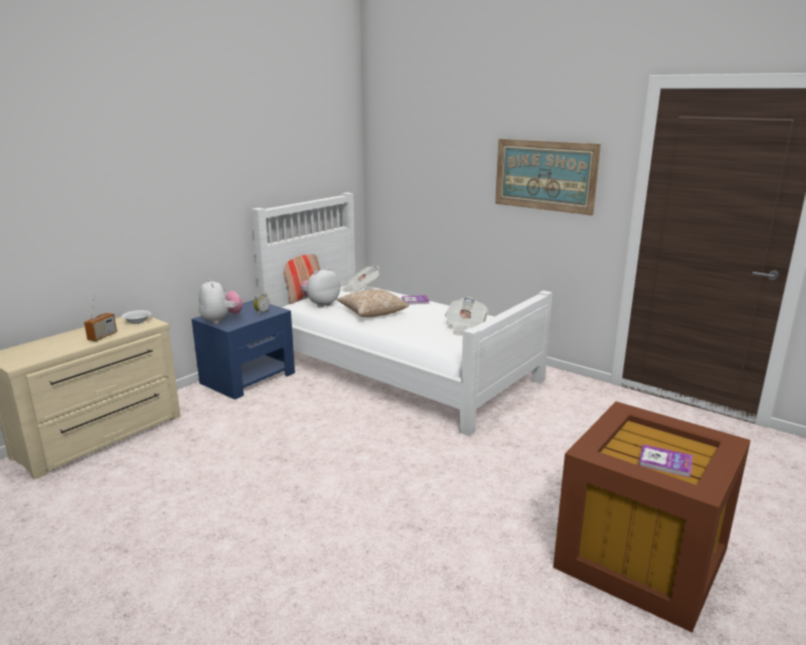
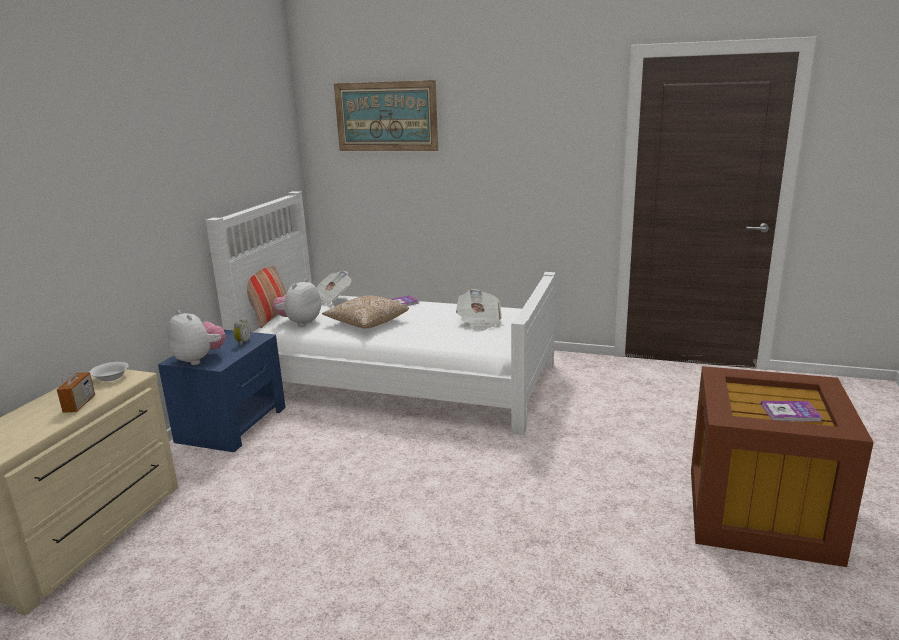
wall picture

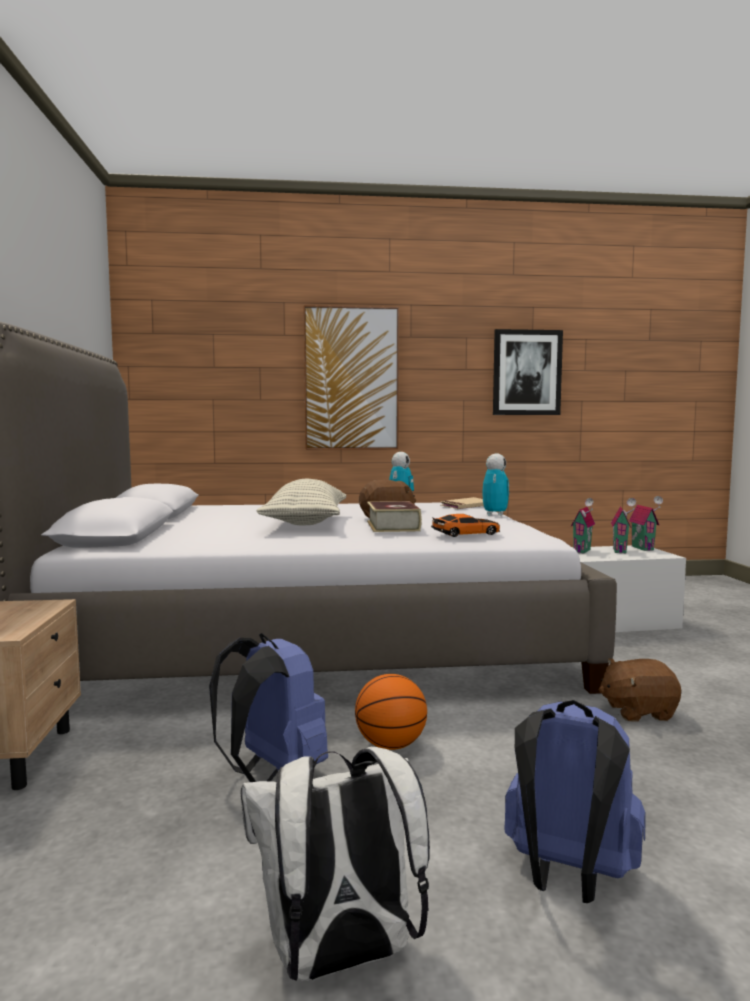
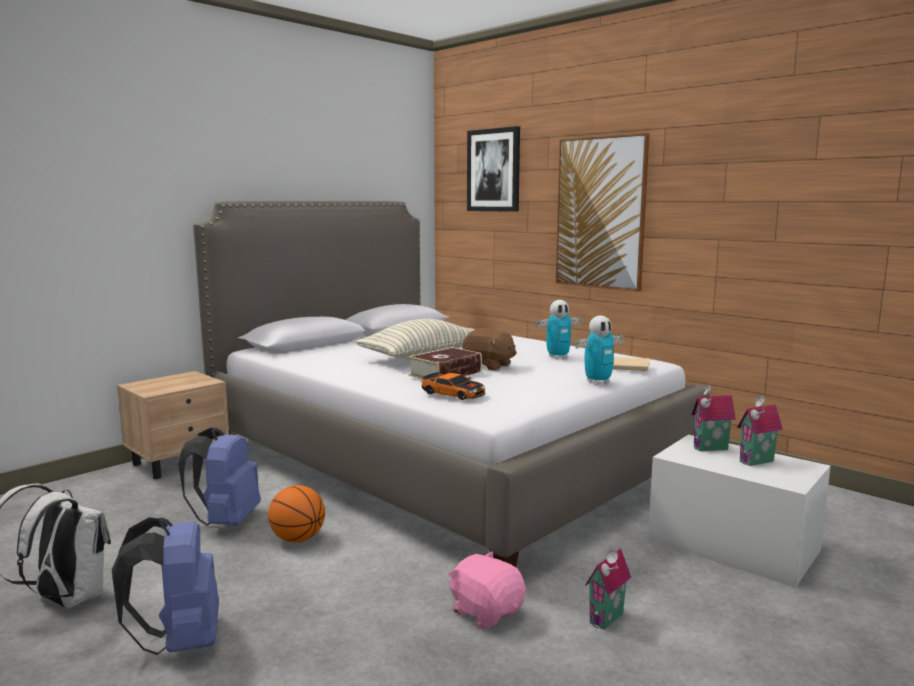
wall picture (no. 1 from left)
model house (no. 1 from left)
pink-coloured plush toy

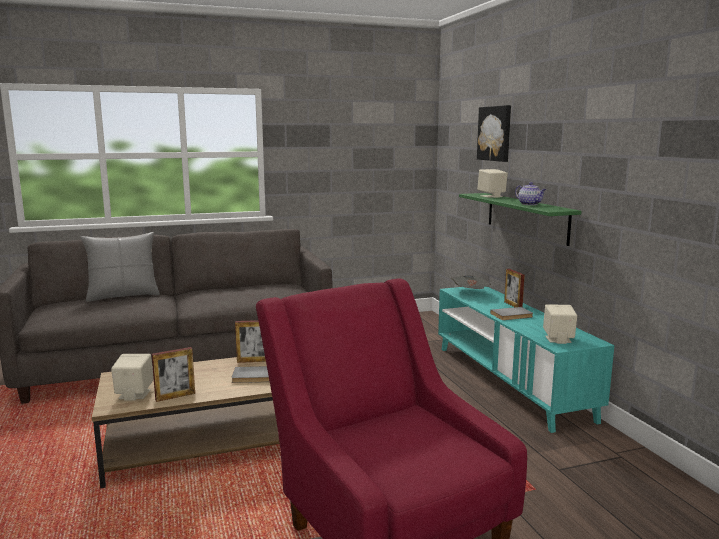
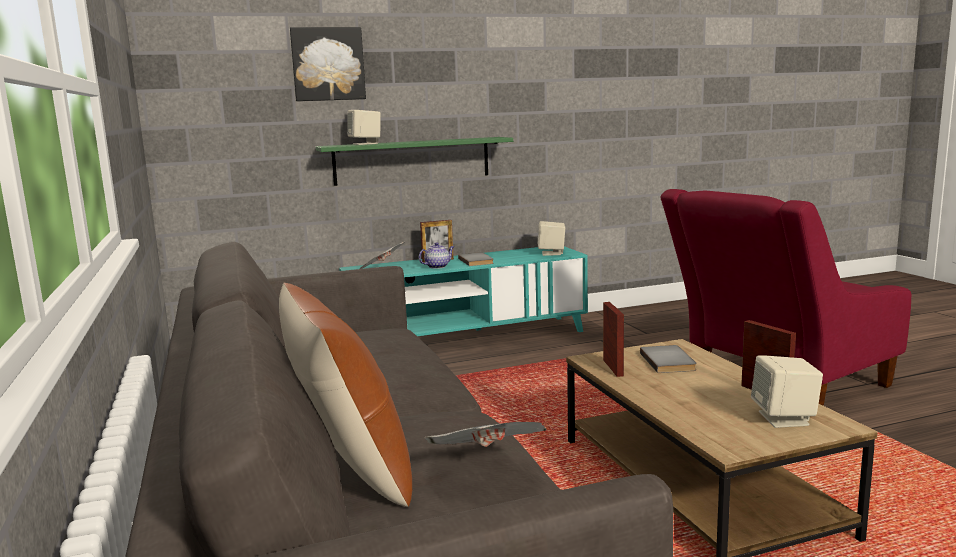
pot for tea
brown-coloured throw pillow
daily paper (no. 2 from left)

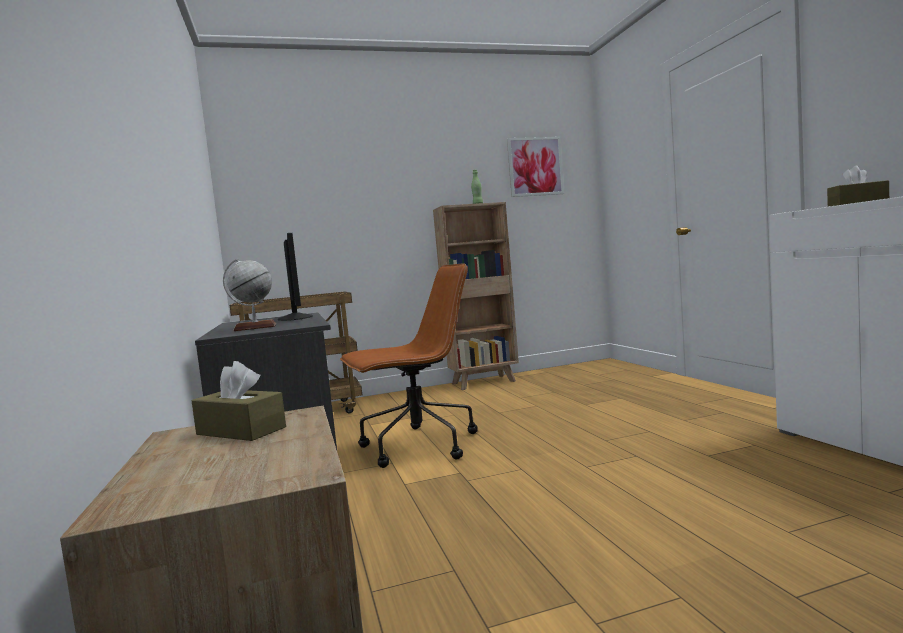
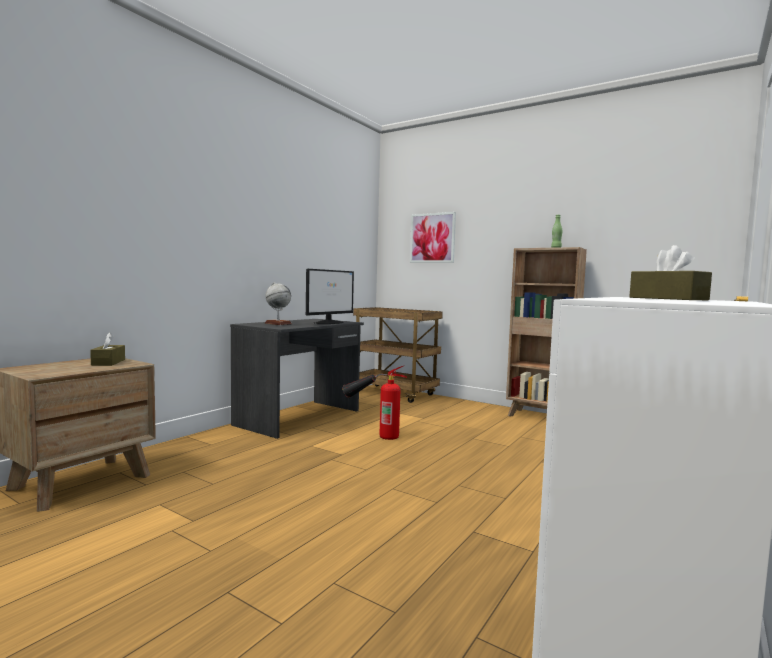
wall picture
fire-fighting cylinder

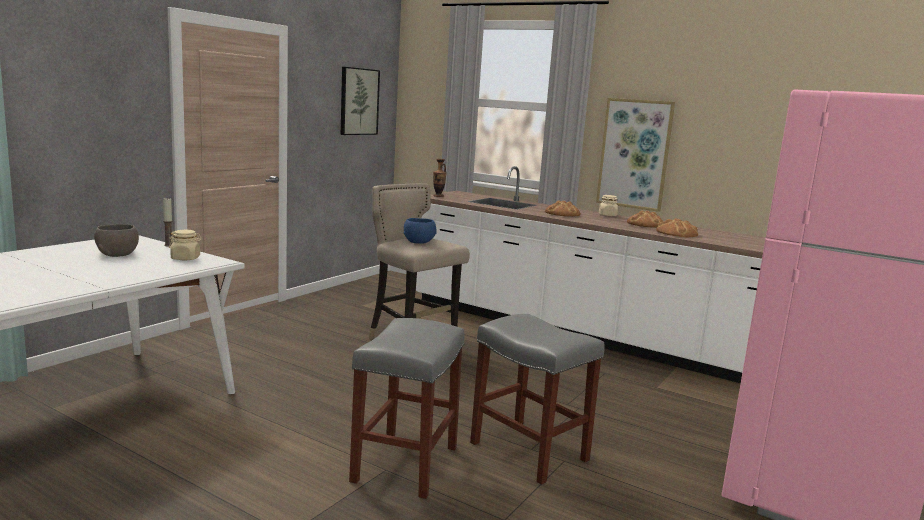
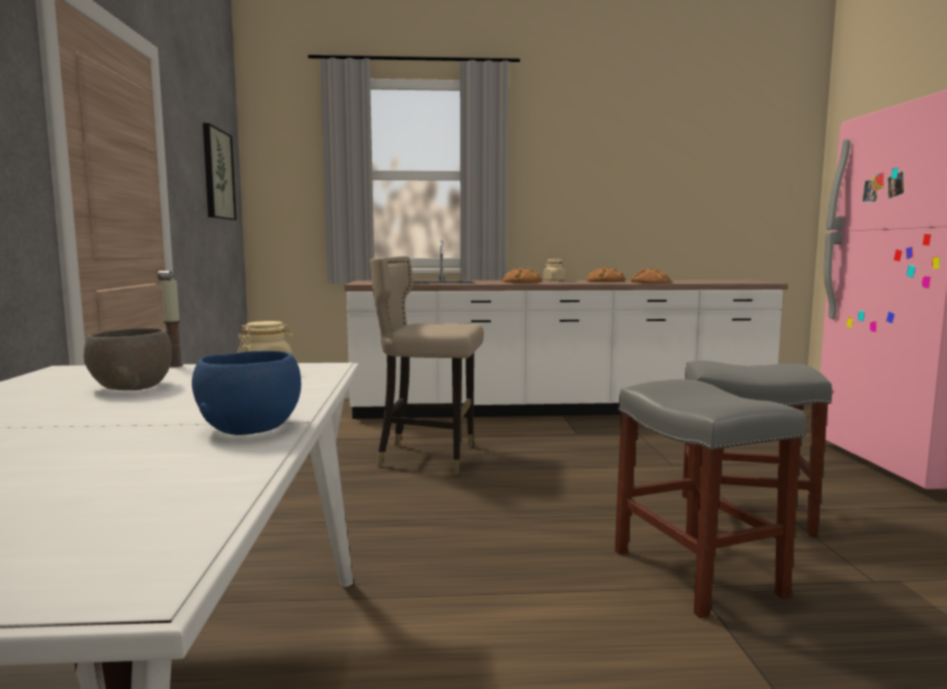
wall picture (no. 2 from left in the first image)
vase
bluish deep dish

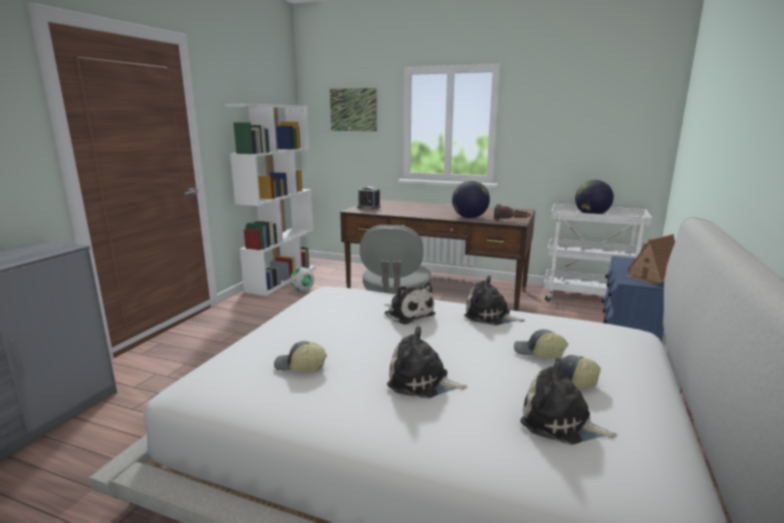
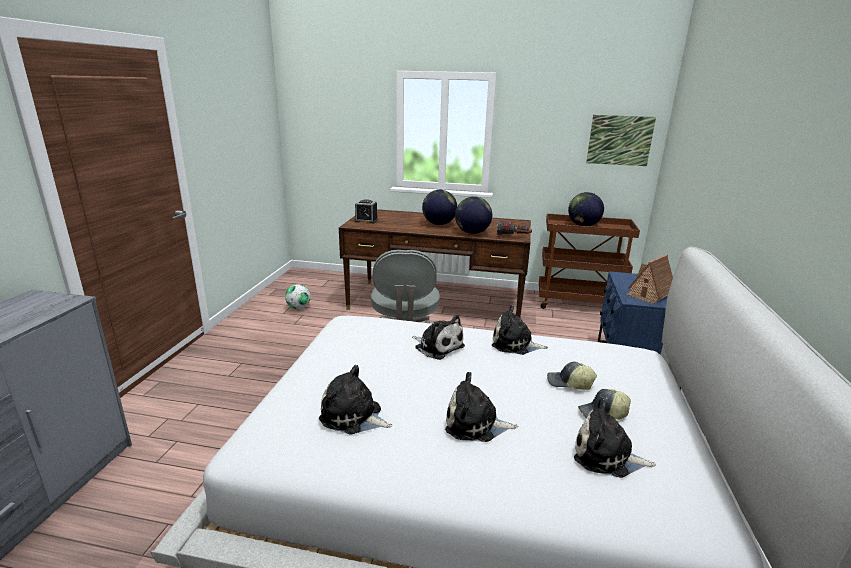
wall picture
whitish bookcase
brown-coloured cart
plush toy (no. 1 from left)
desk globe (no. 1 from left)

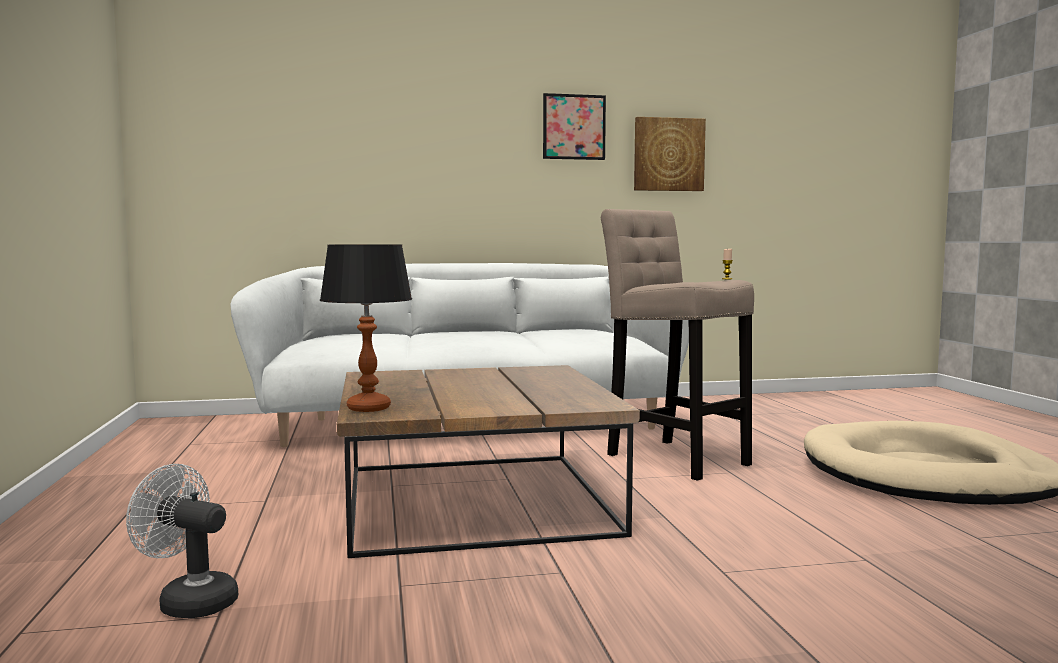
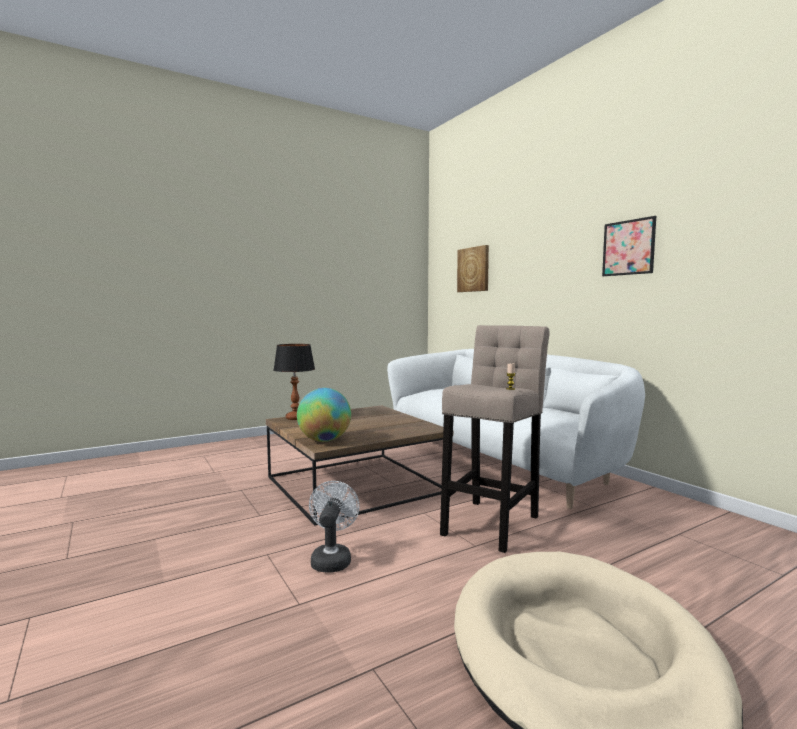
wall picture (no. 1 from left)
whitish cooling fan
desk globe

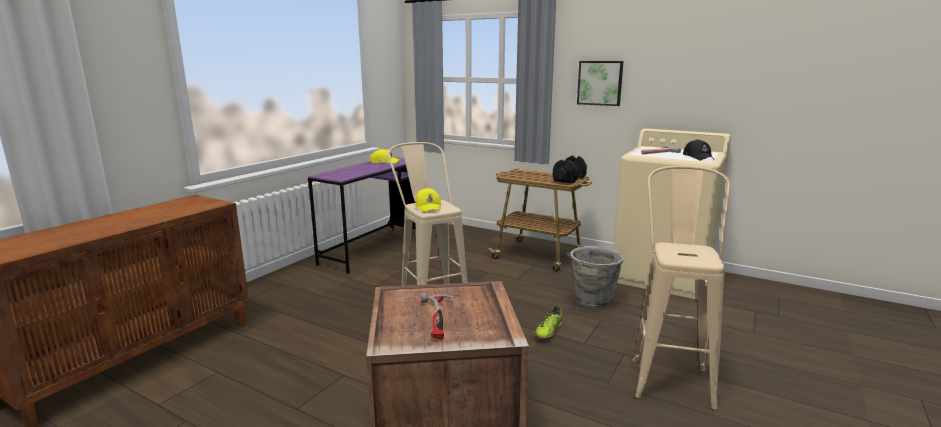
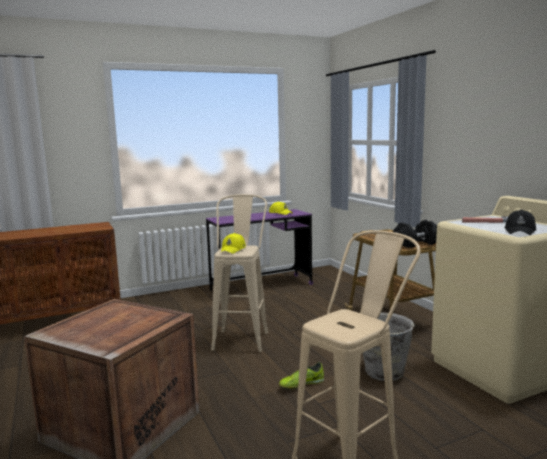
wall picture
hammer (no. 1 from left in the first image)

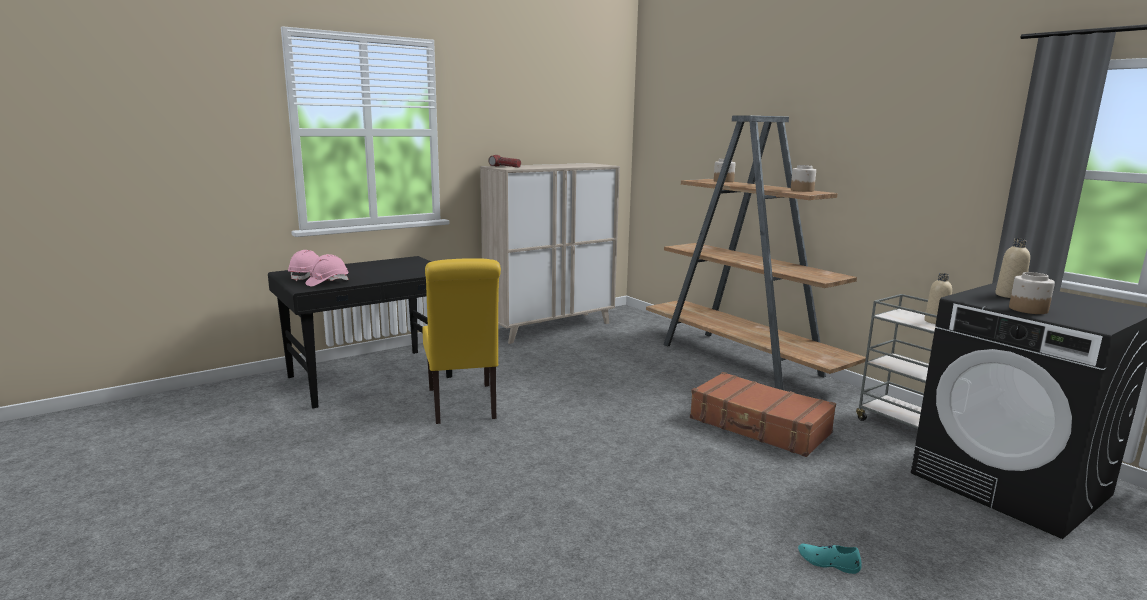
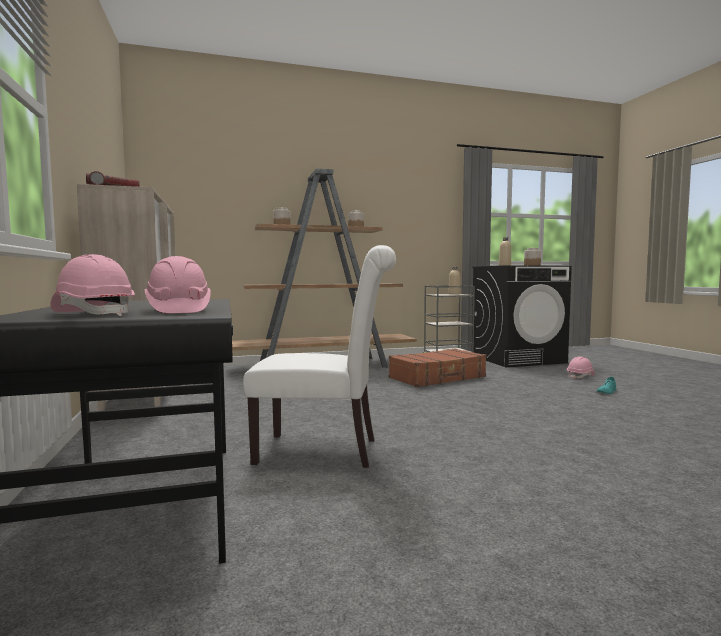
whitish plain chair
pink-coloured hard hat (no. 3 from left)

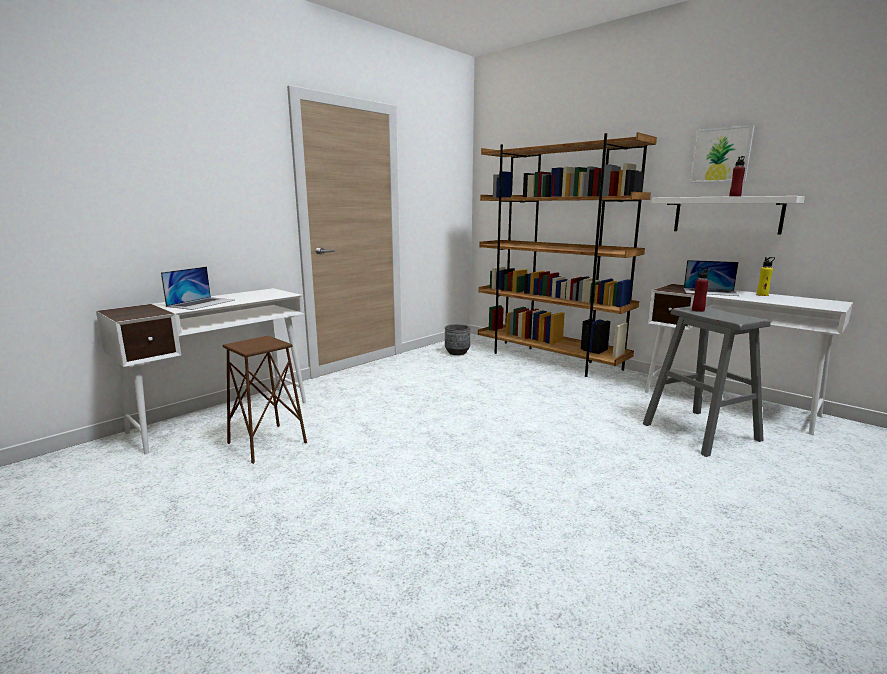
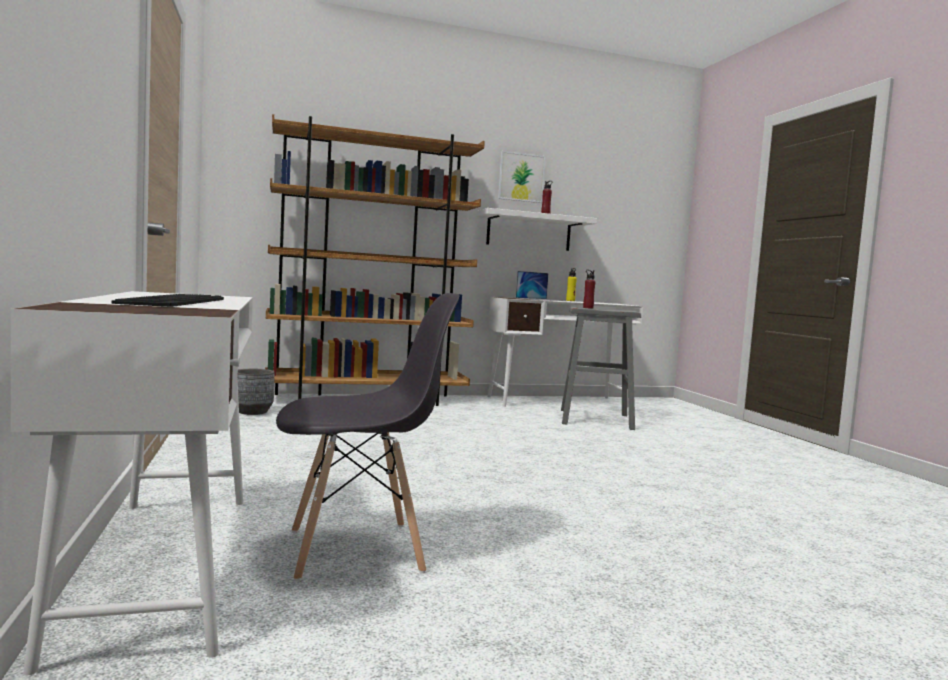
computer keyboard
gray plain chair

